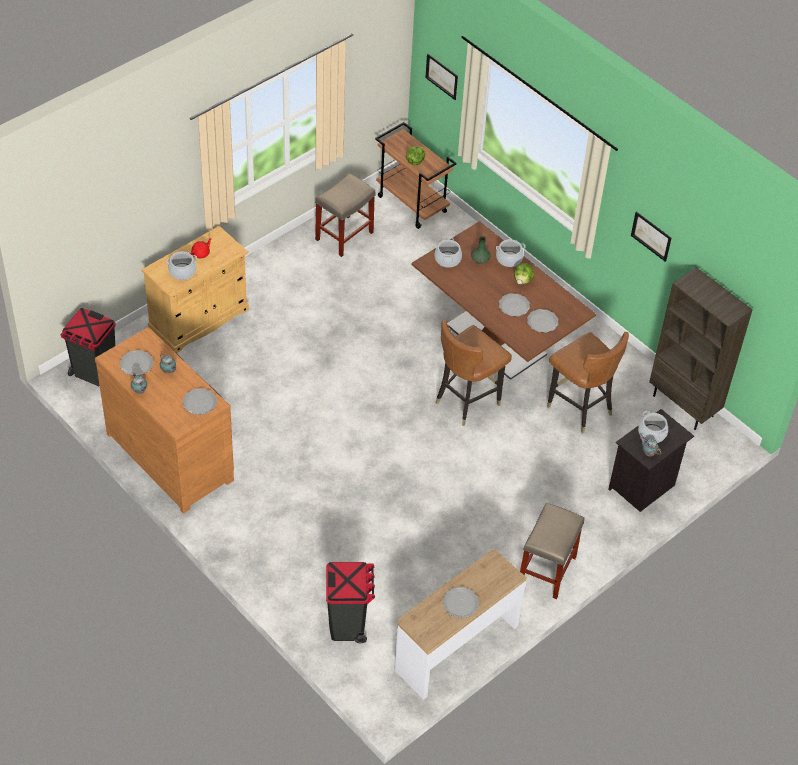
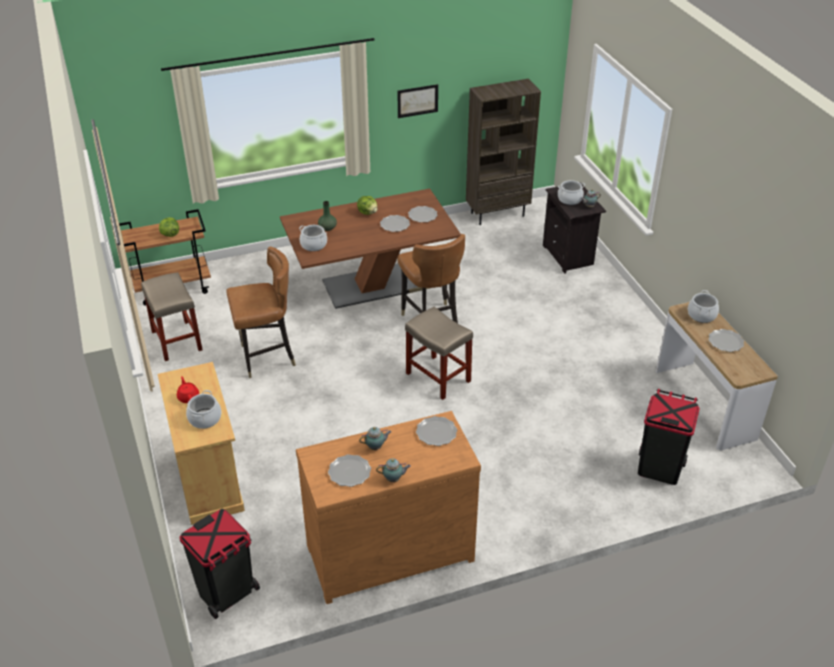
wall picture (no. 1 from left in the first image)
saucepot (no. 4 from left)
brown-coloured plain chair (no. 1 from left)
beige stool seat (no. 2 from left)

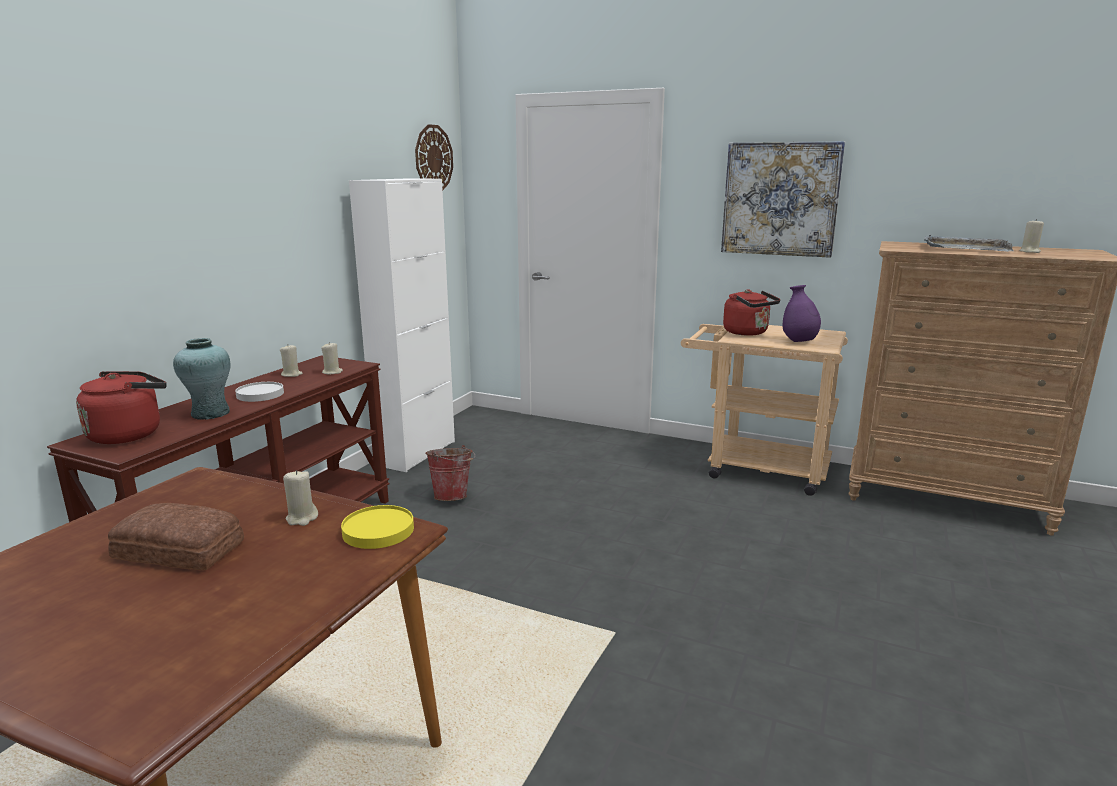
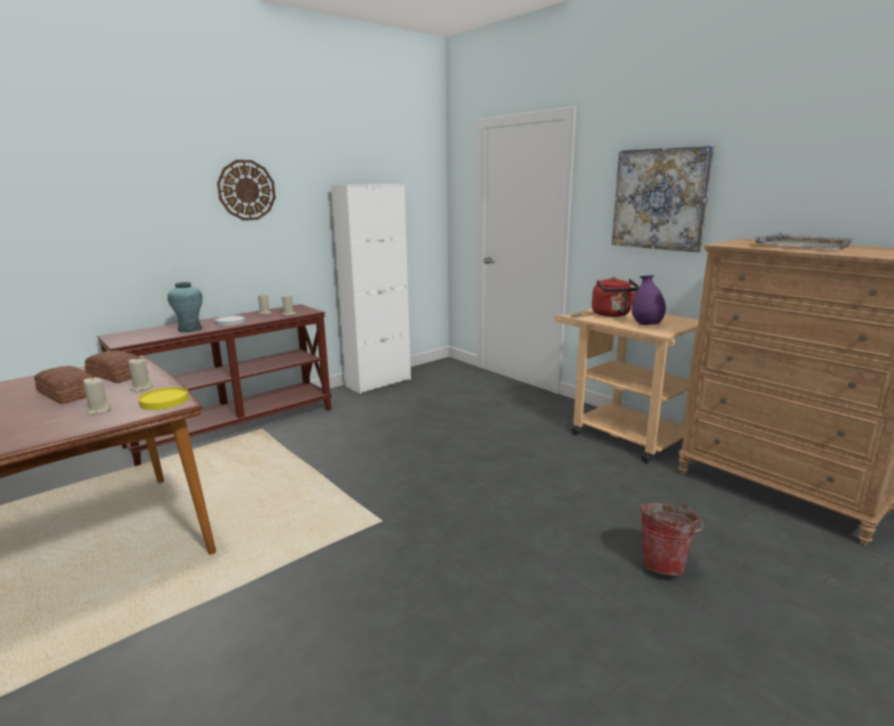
hanging clock
beige wax candle (no. 1 from left)
red-coloured kettle (no. 1 from left in the first image)
water bucket
bread (no. 2 from left)

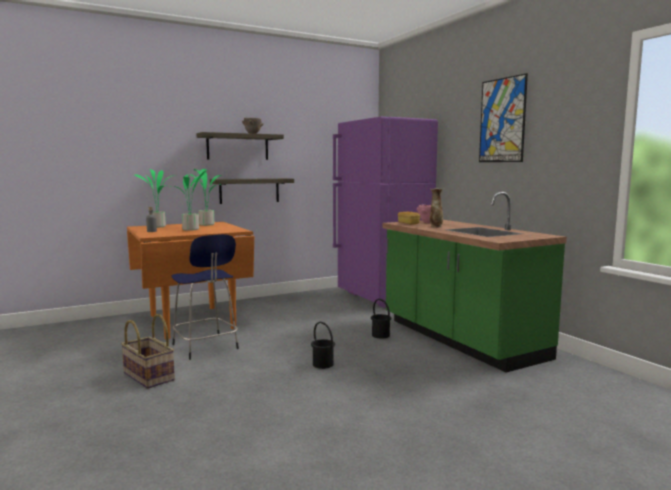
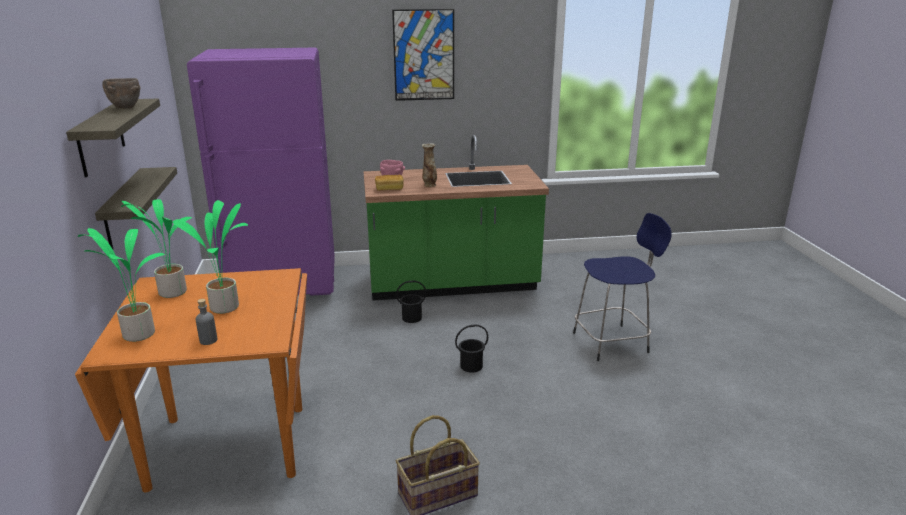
bluish stool seat

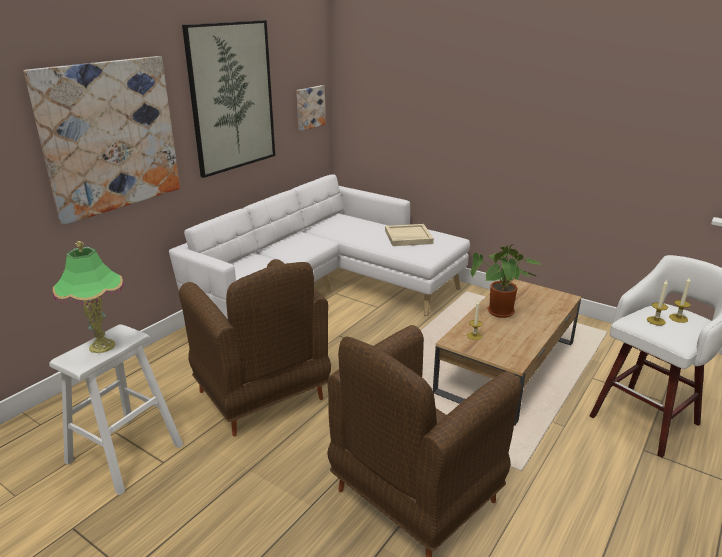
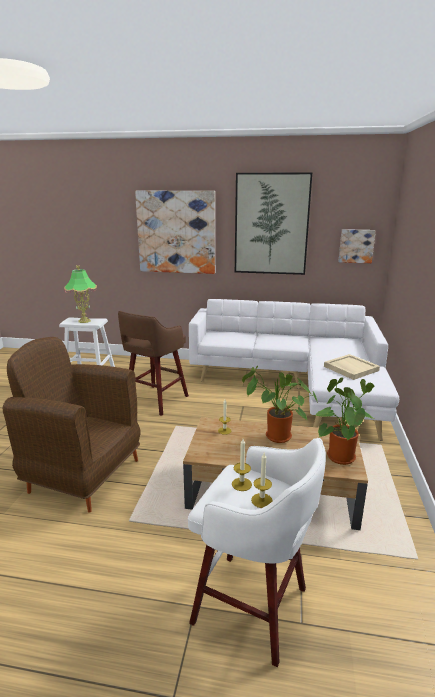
brown-coloured stool seat
plant in a pot (no. 2 from left)

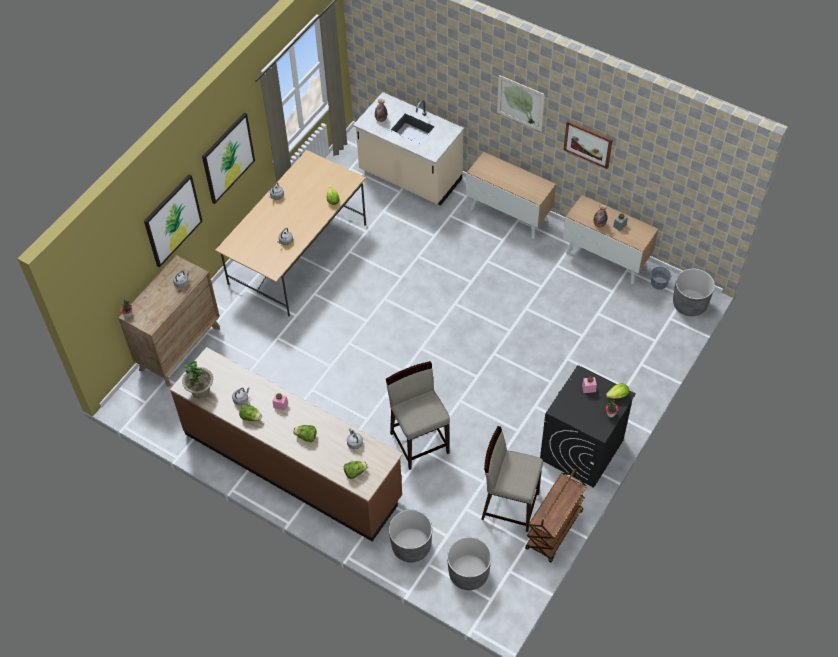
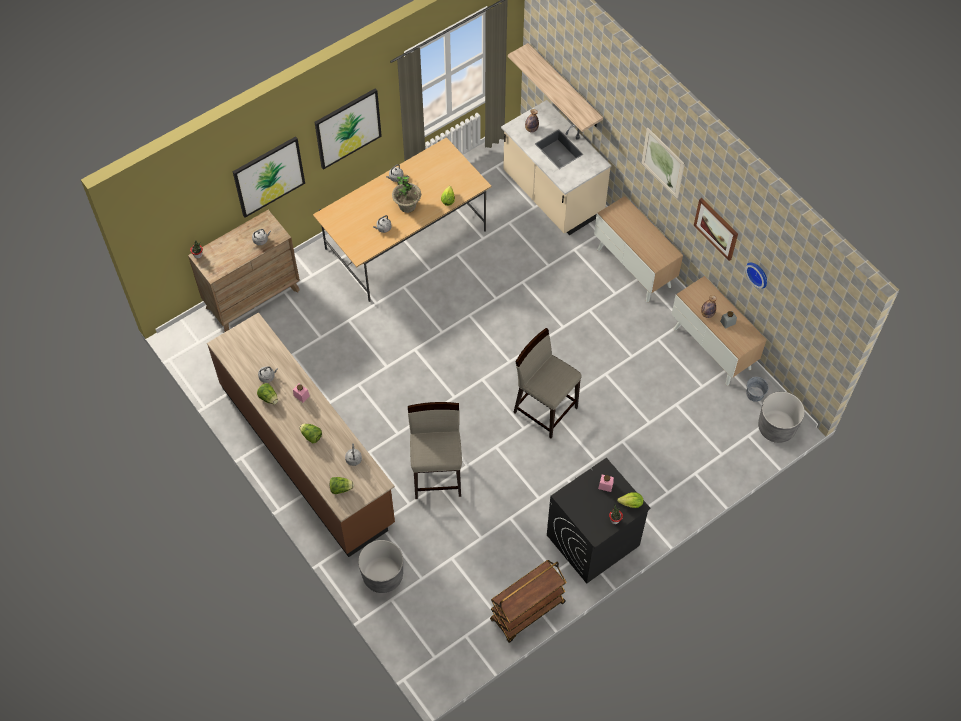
plant in a pot (no. 2 from left)
beige stool seat (no. 2 from left)
gray plant pot (no. 2 from left in the first image)
wall shelf
hanging clock

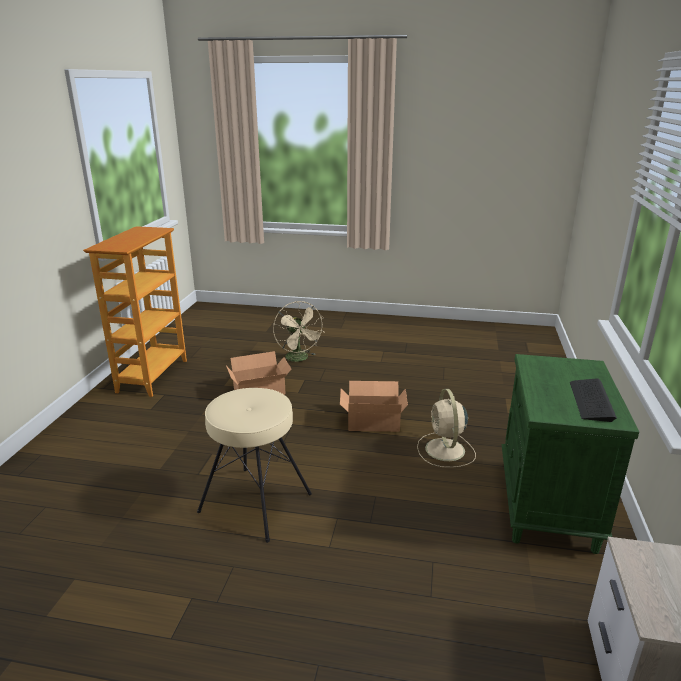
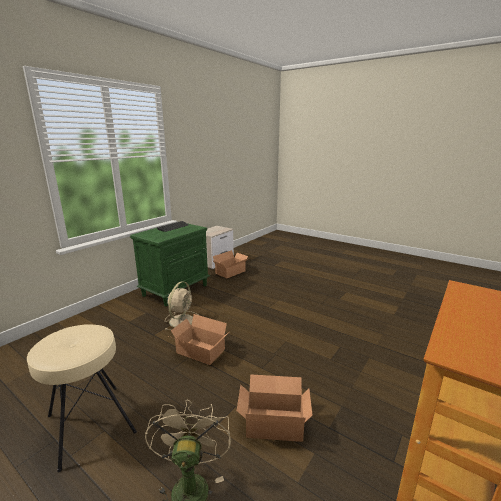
beige stool seat
packing box (no. 2 from left)

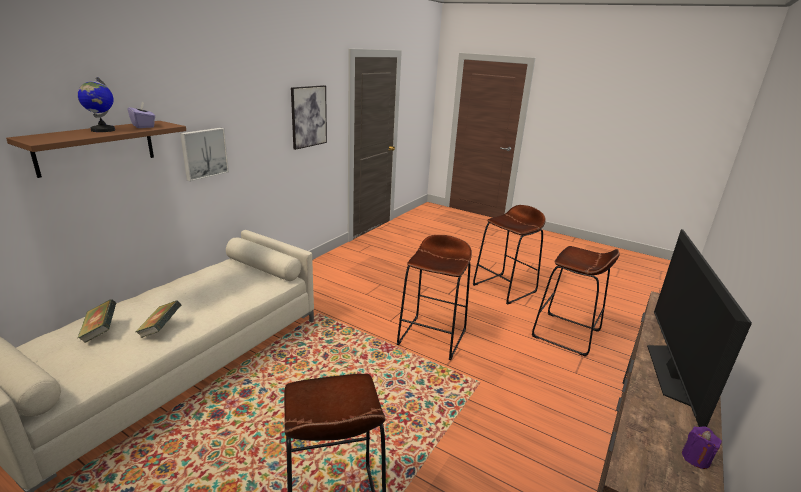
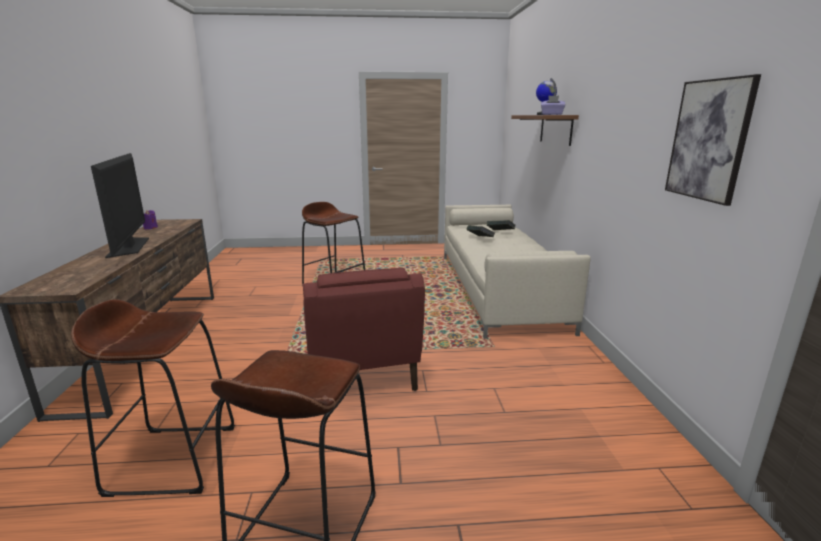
wall picture (no. 1 from left in the first image)
red-coloured armchair

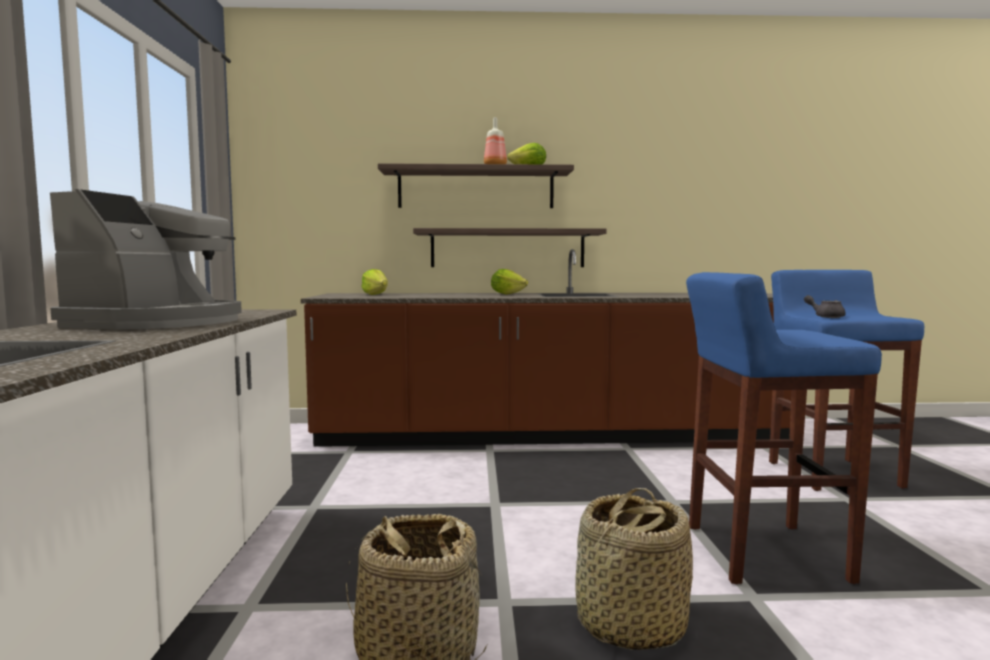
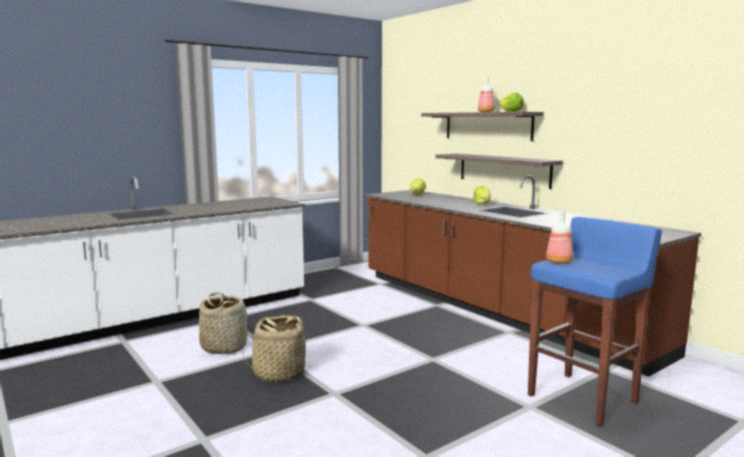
coffee machine
bluish stool seat (no. 1 from left in the first image)
bottle (no. 2 from left)

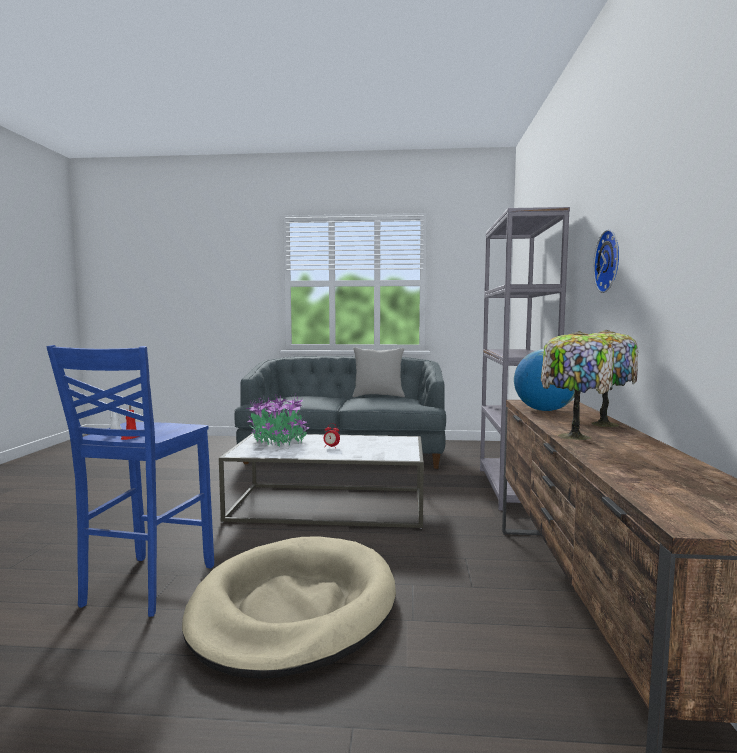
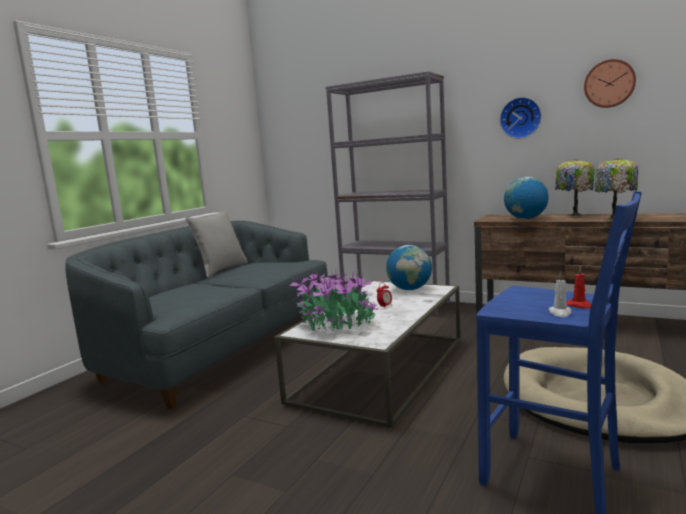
hanging clock (no. 2 from left)
desk globe (no. 1 from left)

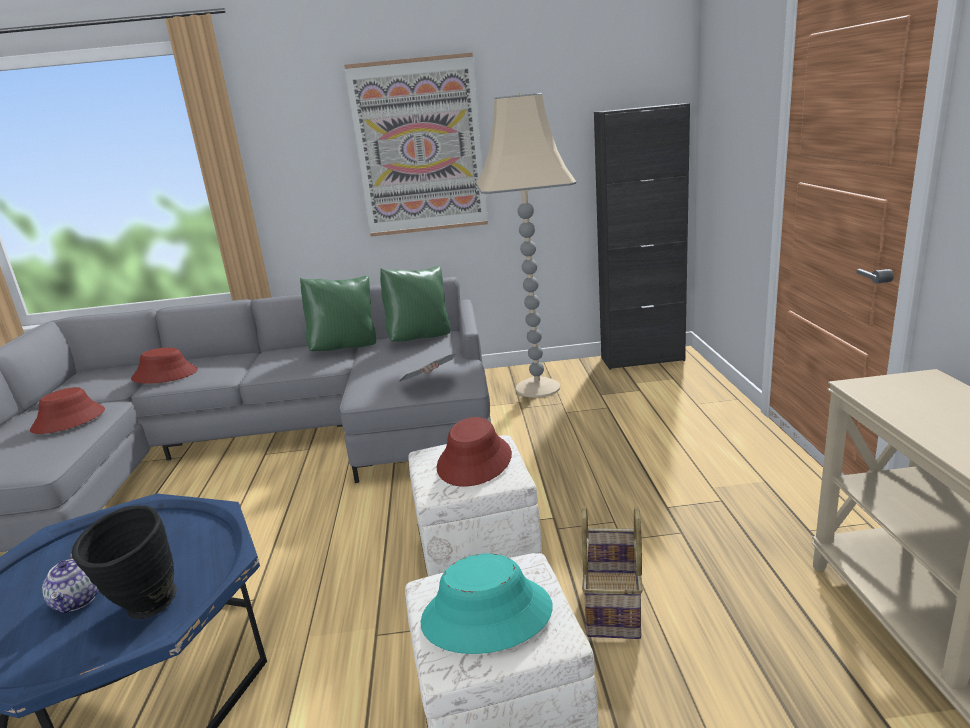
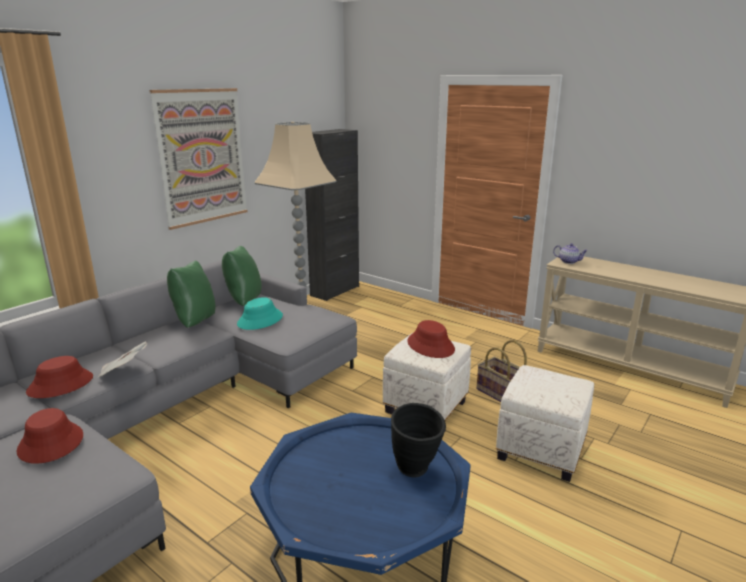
daily paper
pot for tea
turquoise-coloured wearable hat

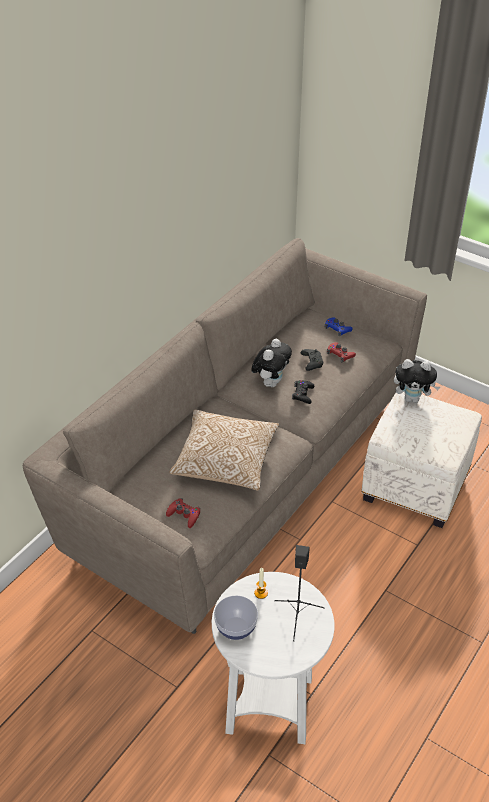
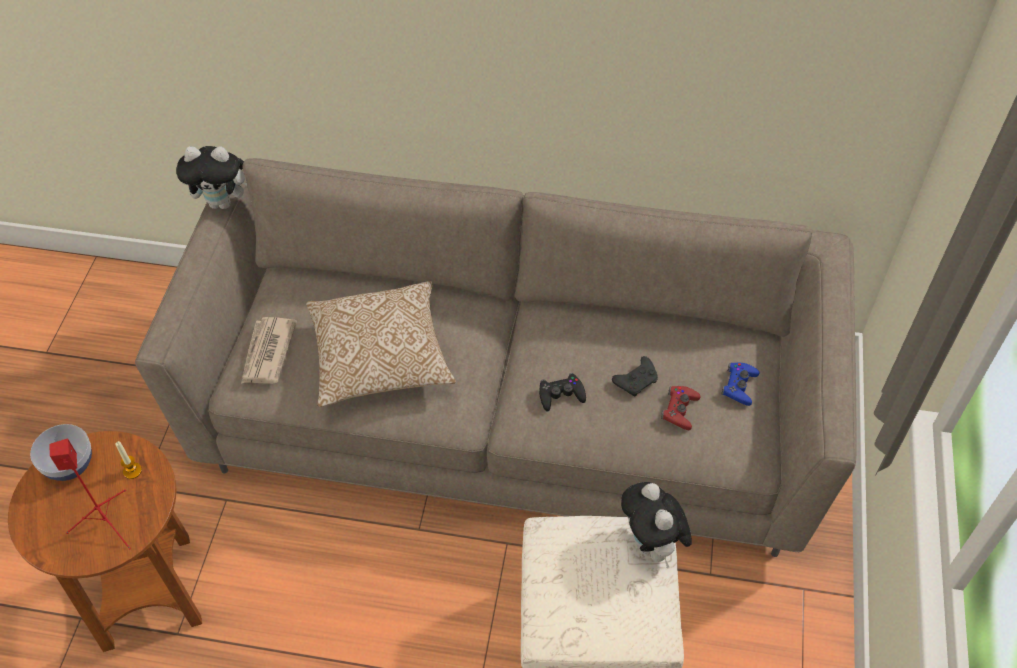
plush toy (no. 1 from left)
daily paper
red-coloured loudspeaker
brown-coloured accent table

